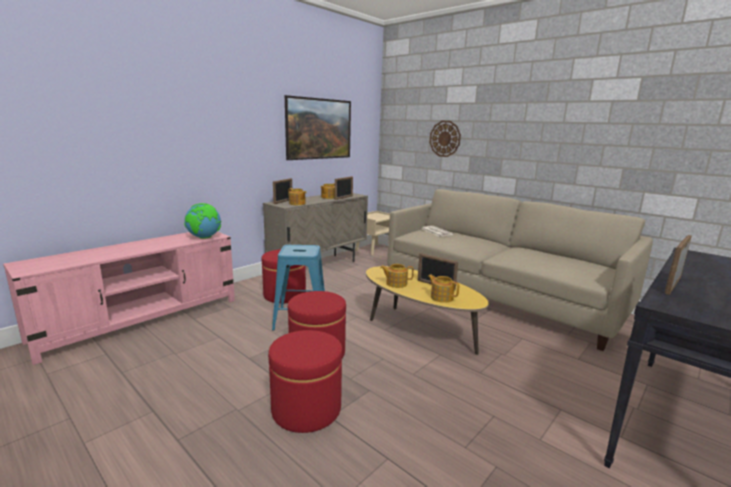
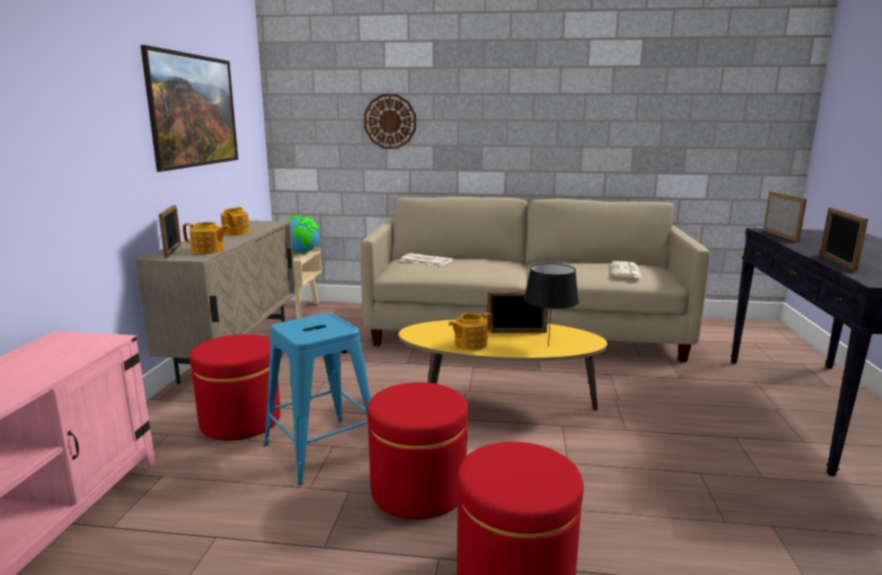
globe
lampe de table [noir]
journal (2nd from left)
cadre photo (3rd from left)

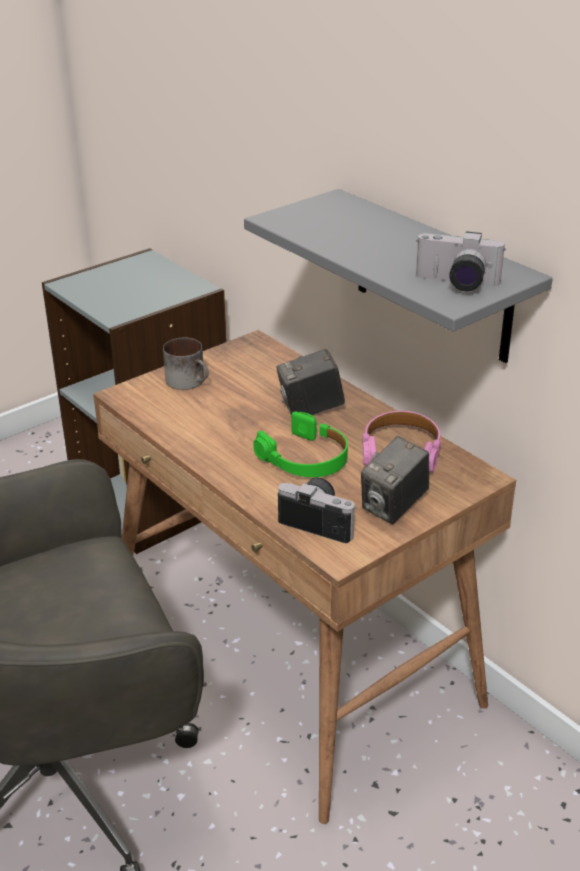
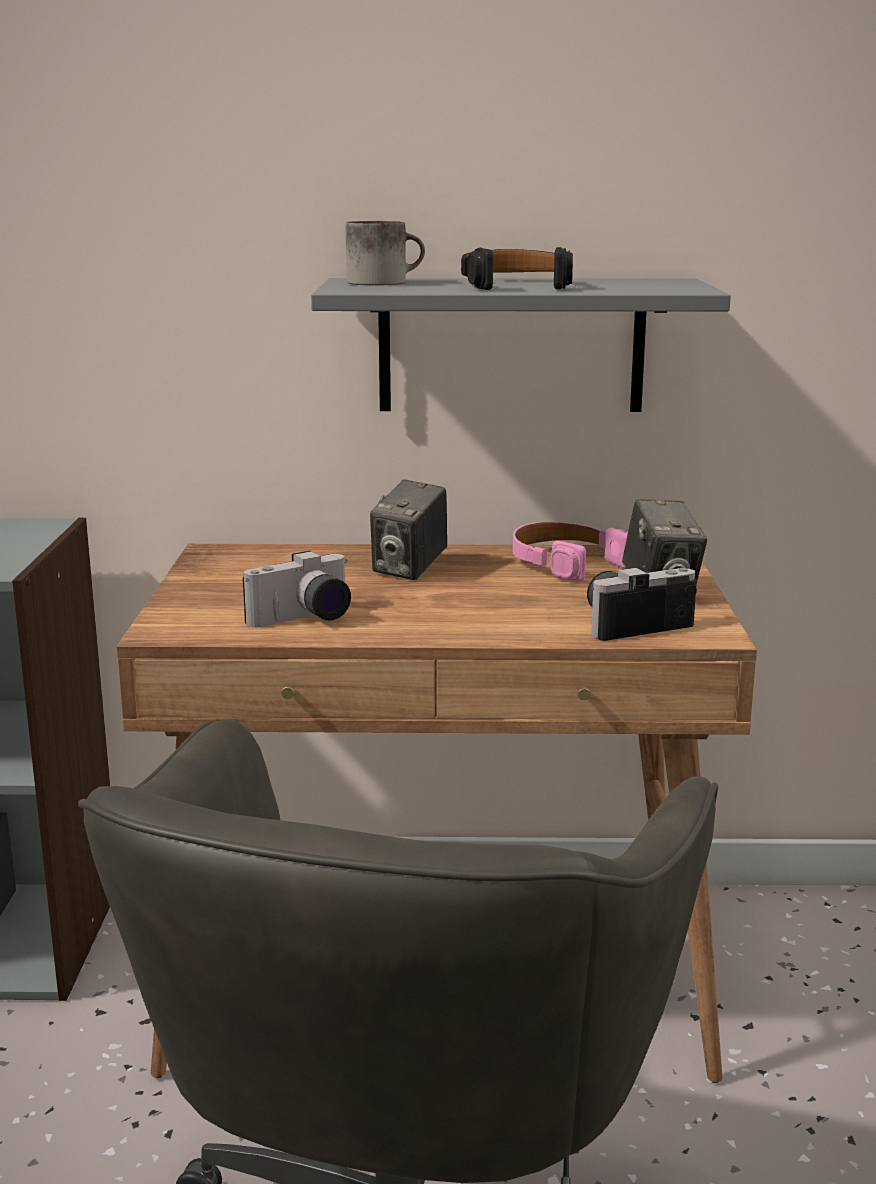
appareil photo (1st from left)
mug
casque audio [noir]
casque audio [vert]

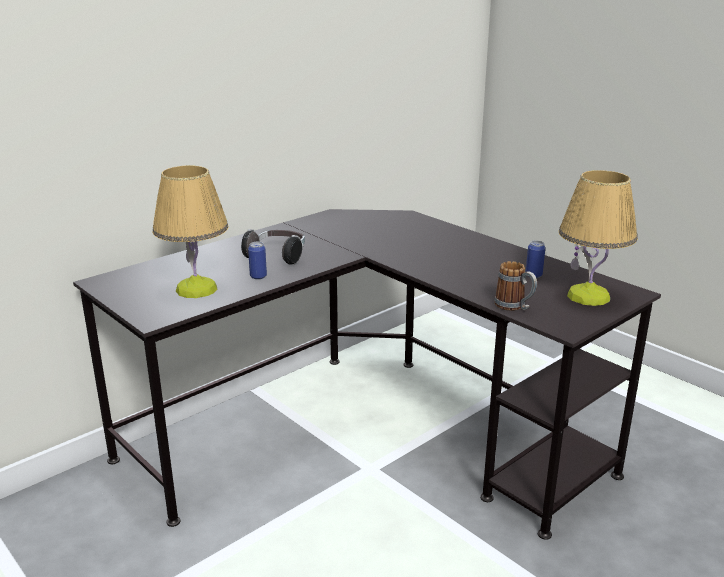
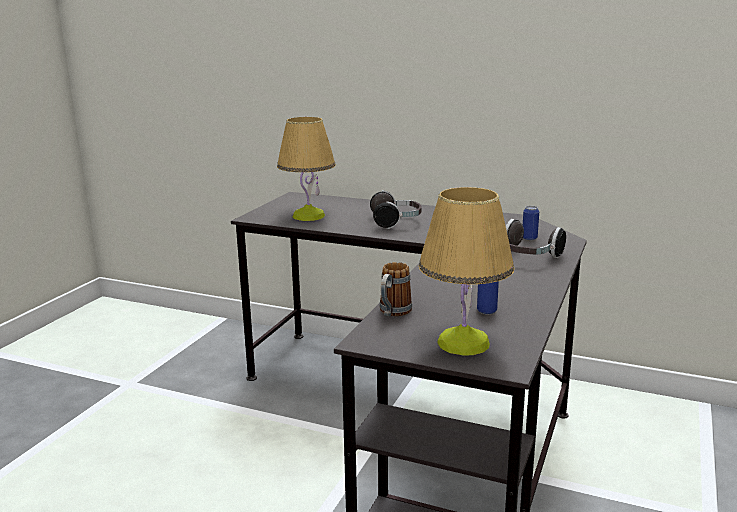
casque audio (2nd from left)
boîte métallique (2nd from left)

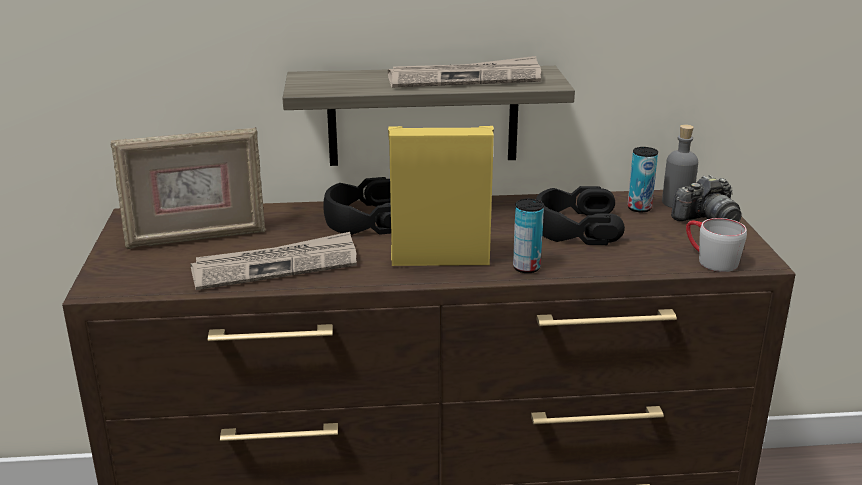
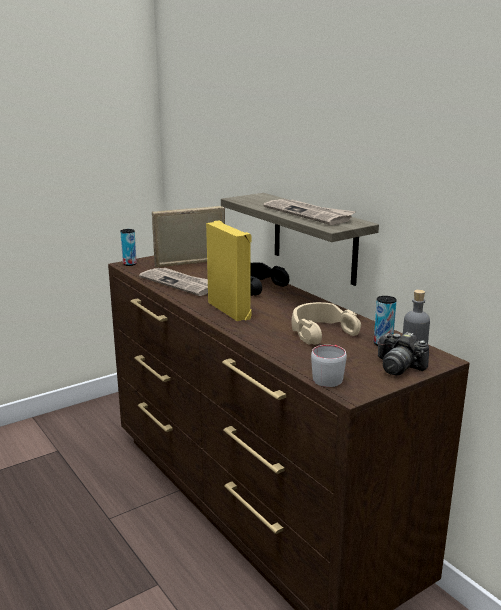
boîte métallique (1st from left)
cadre photo
casque audio [beige]

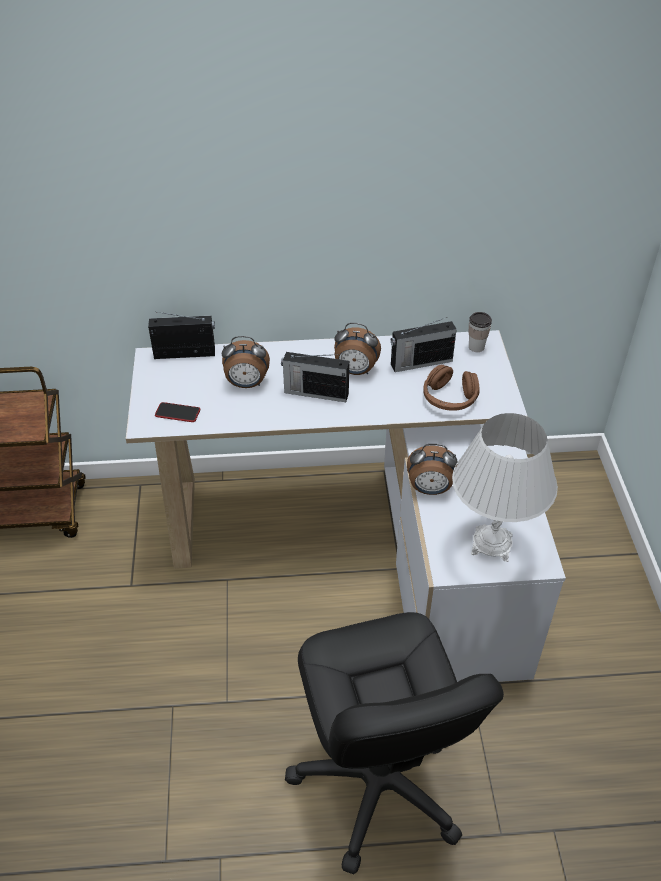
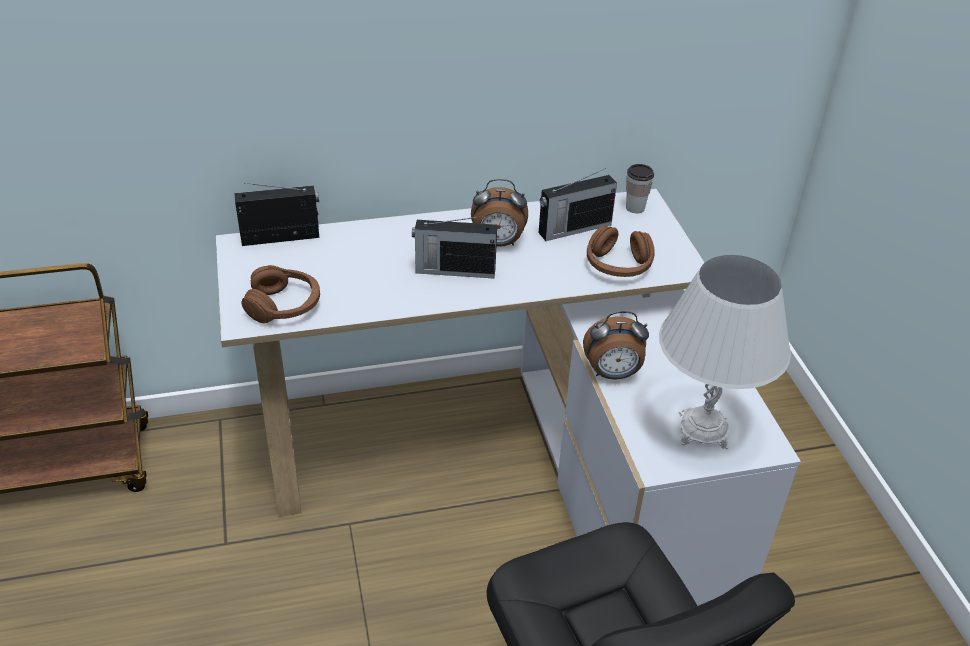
casque audio [marron] (1st from left)
réveil (1st from left in the first image)

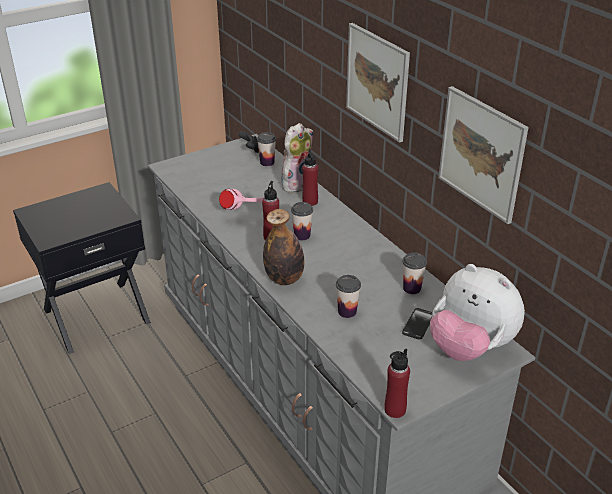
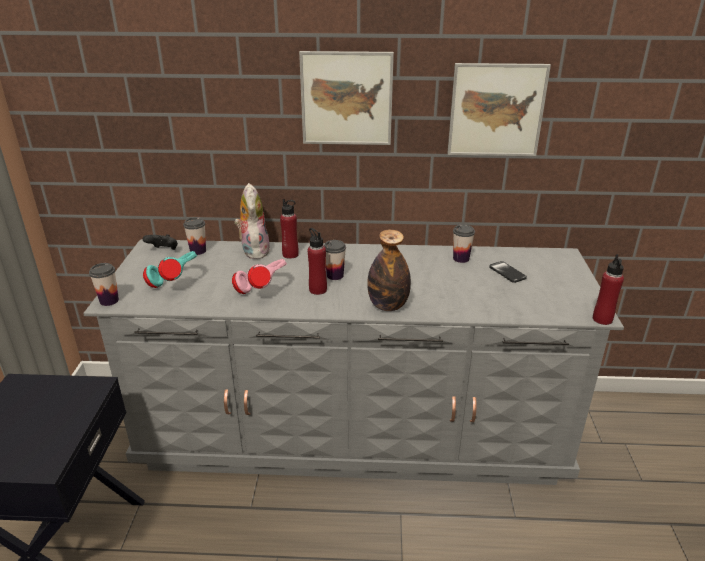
tasse (1st from left)
casque audio [turquoise]
peluche (2nd from left in the first image)

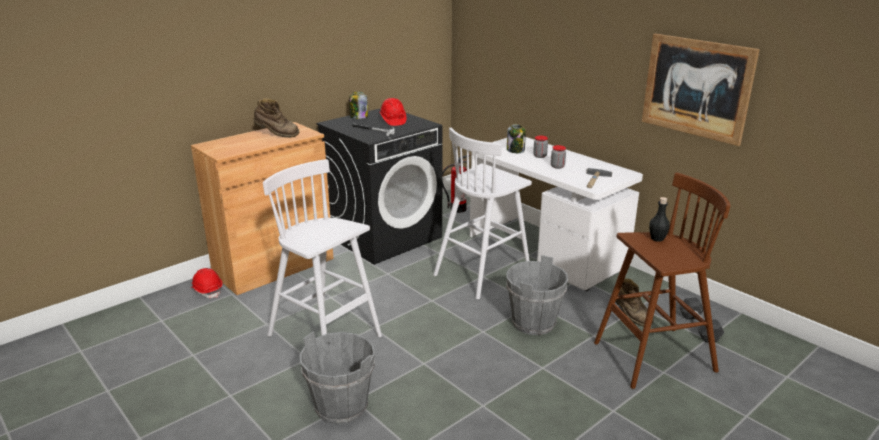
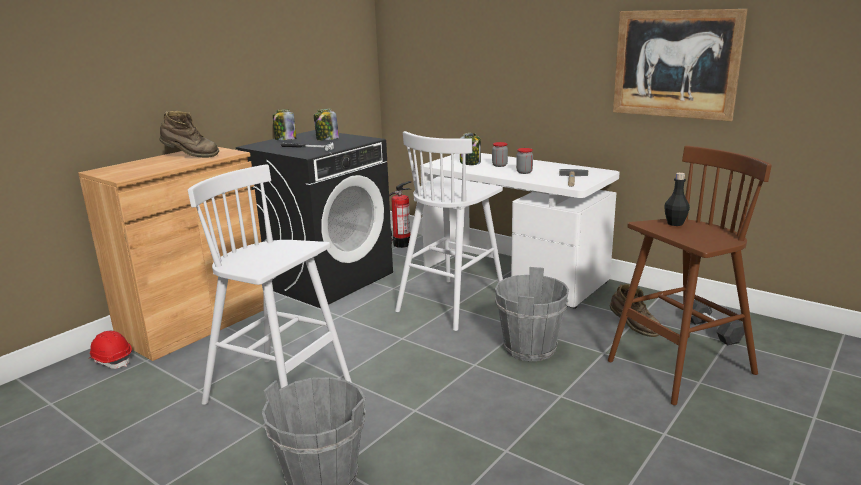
bocal (2nd from left)

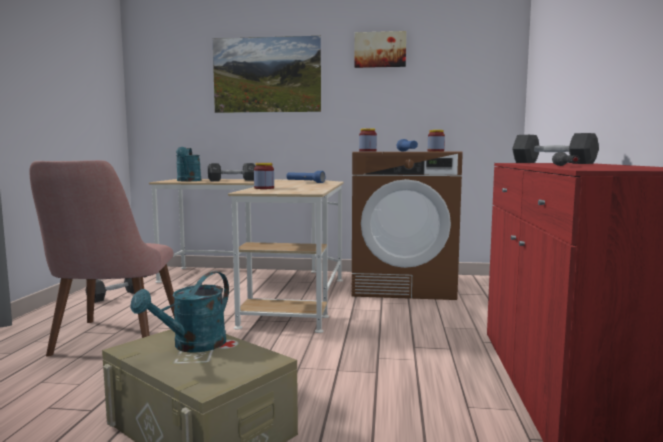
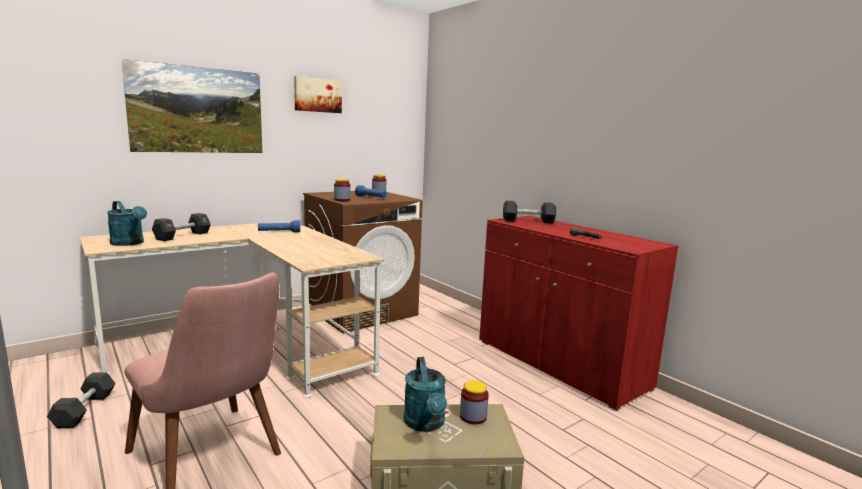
bocal (3rd from left)

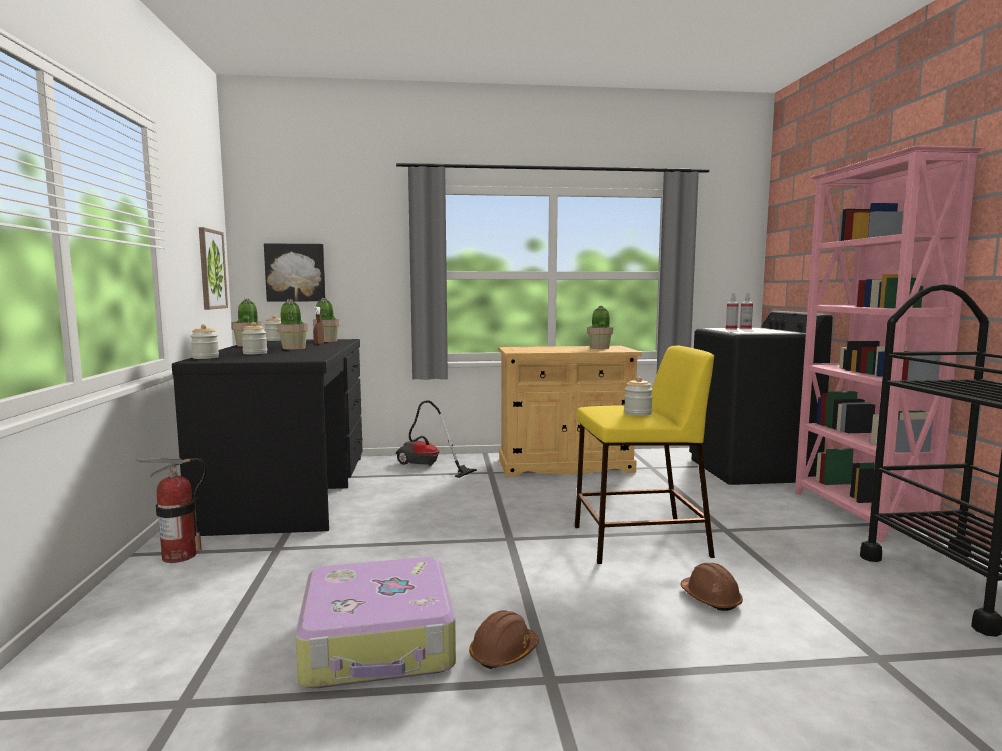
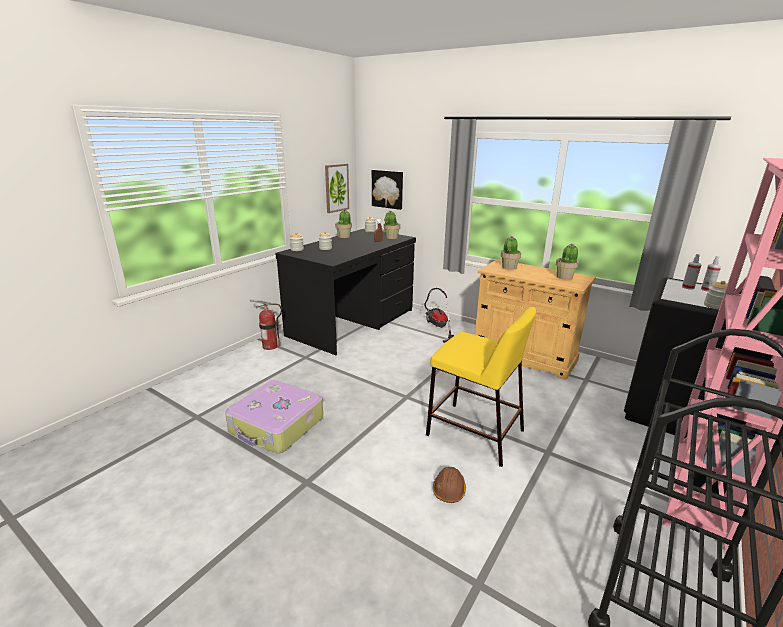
plante en pot (3rd from left)
bocal (4th from left)
casque de chantier [marron] (1st from left in the first image)

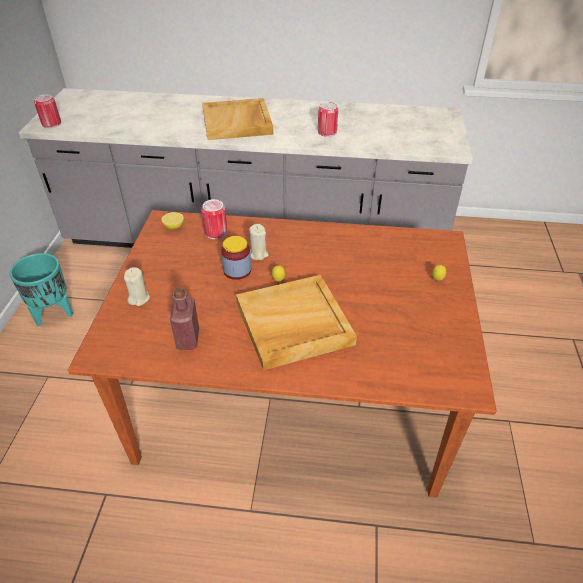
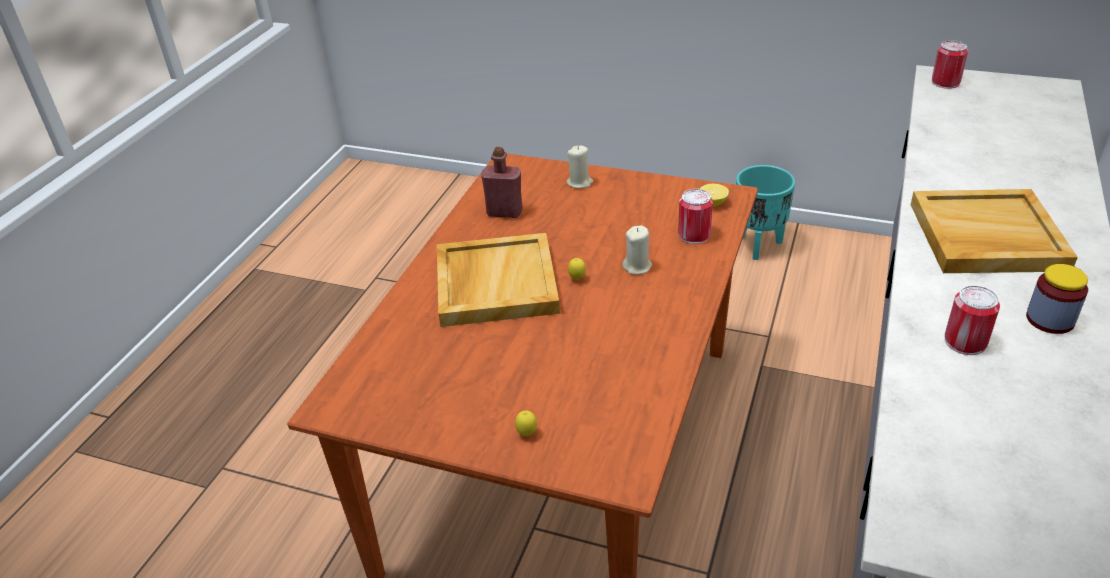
bocal

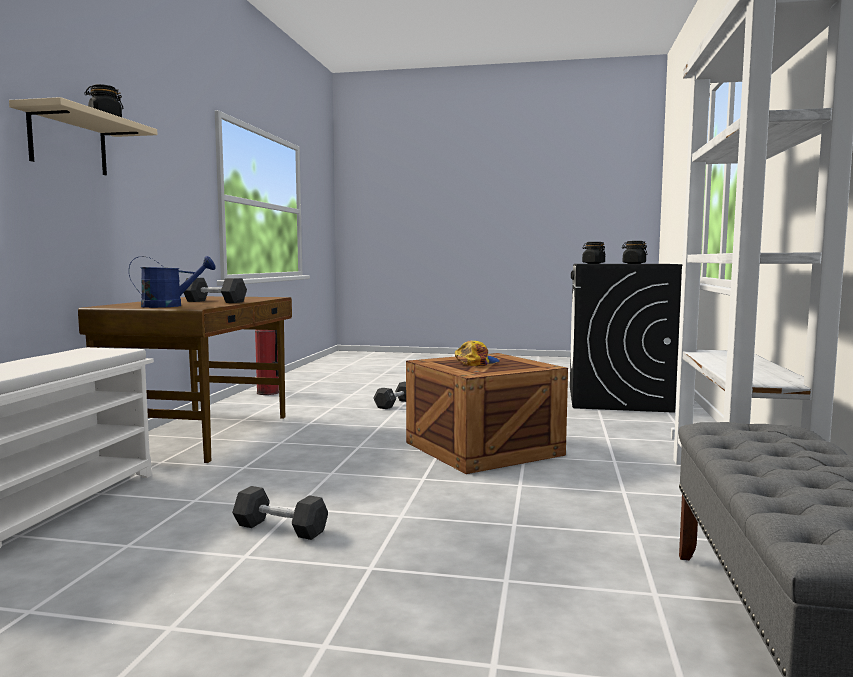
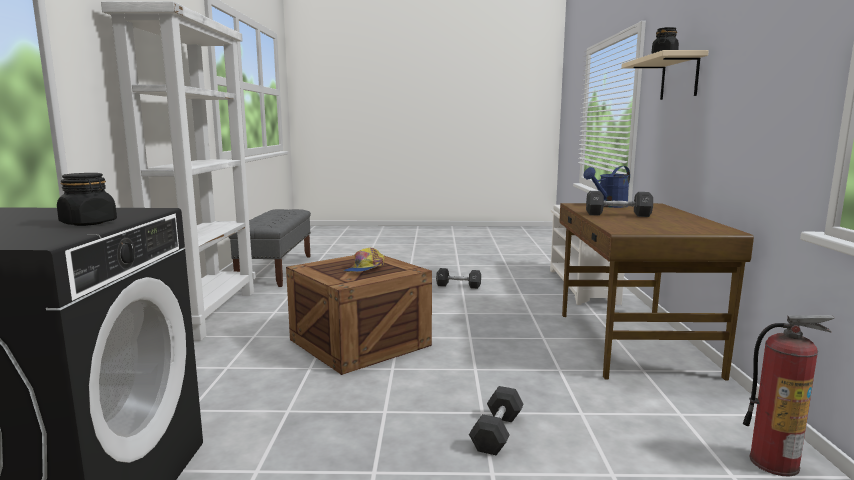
bocal [noir] (3rd from left in the first image)

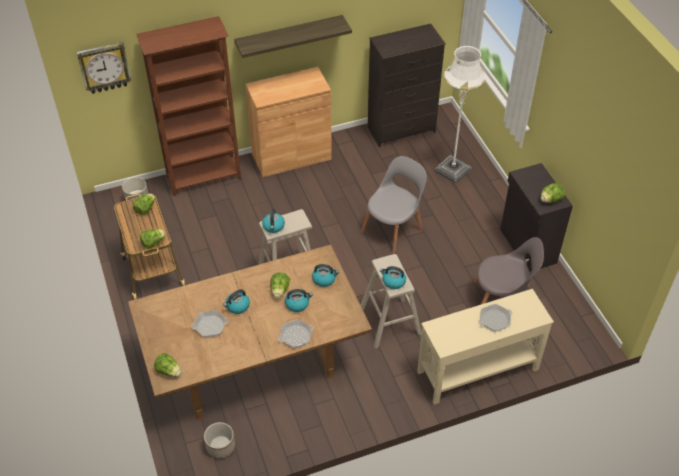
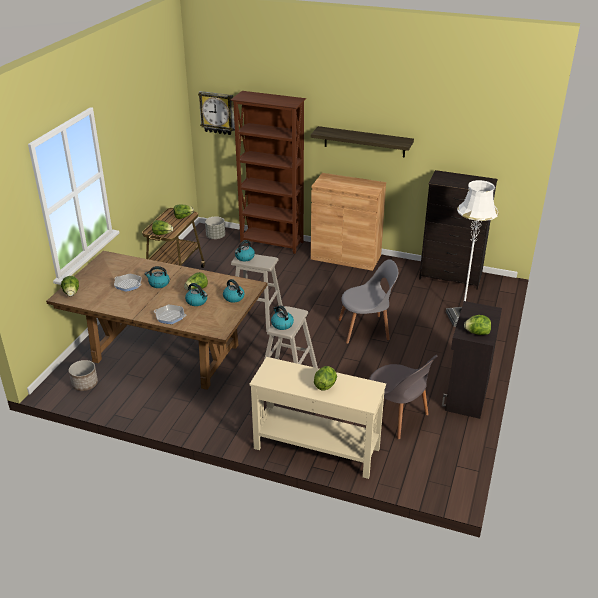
laitue (5th from left)

